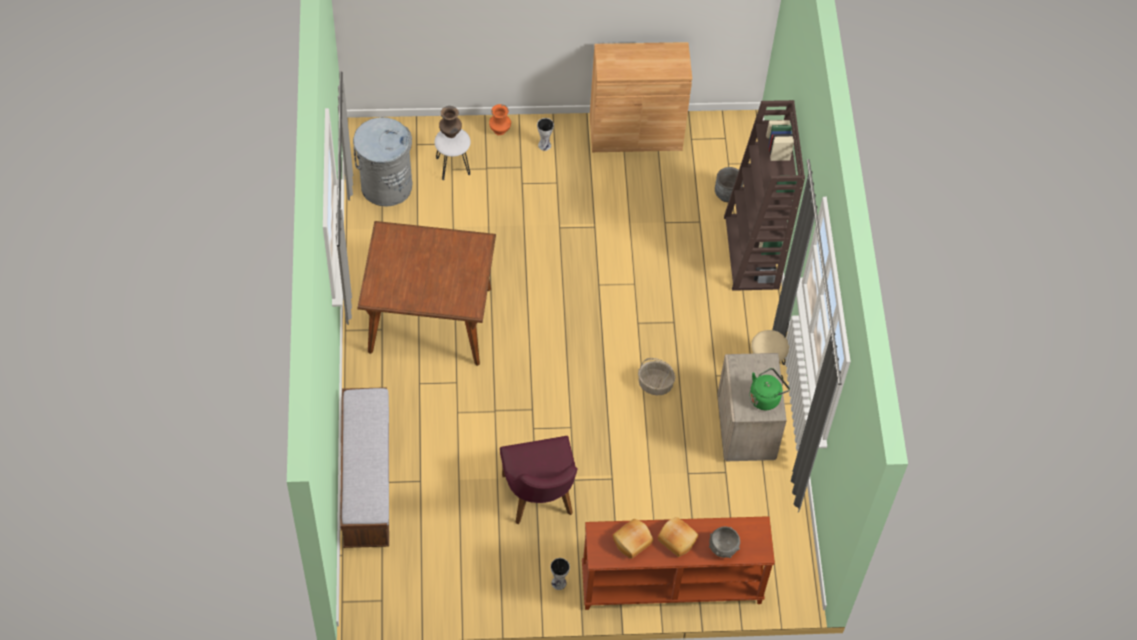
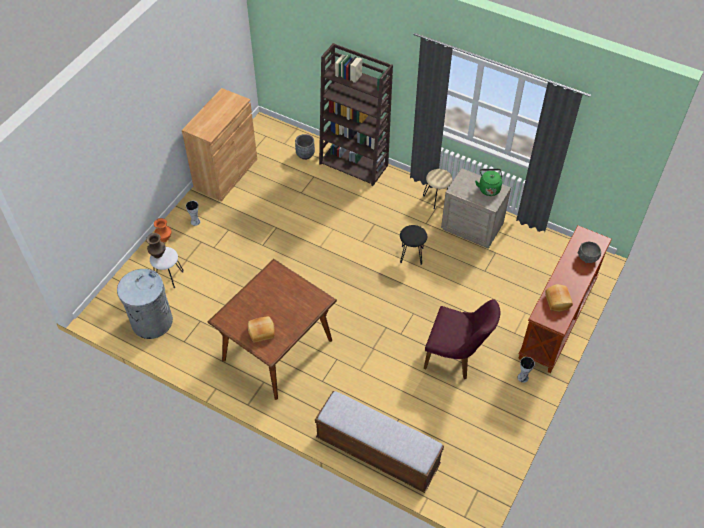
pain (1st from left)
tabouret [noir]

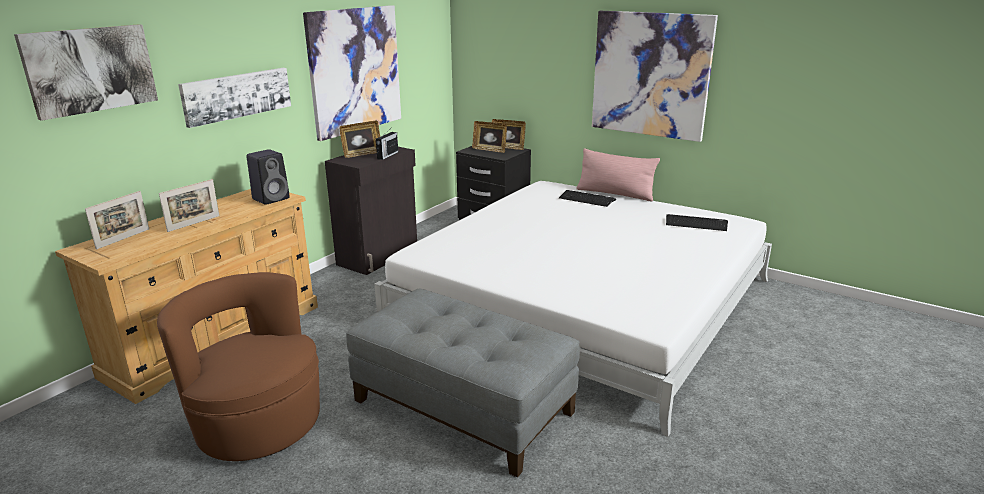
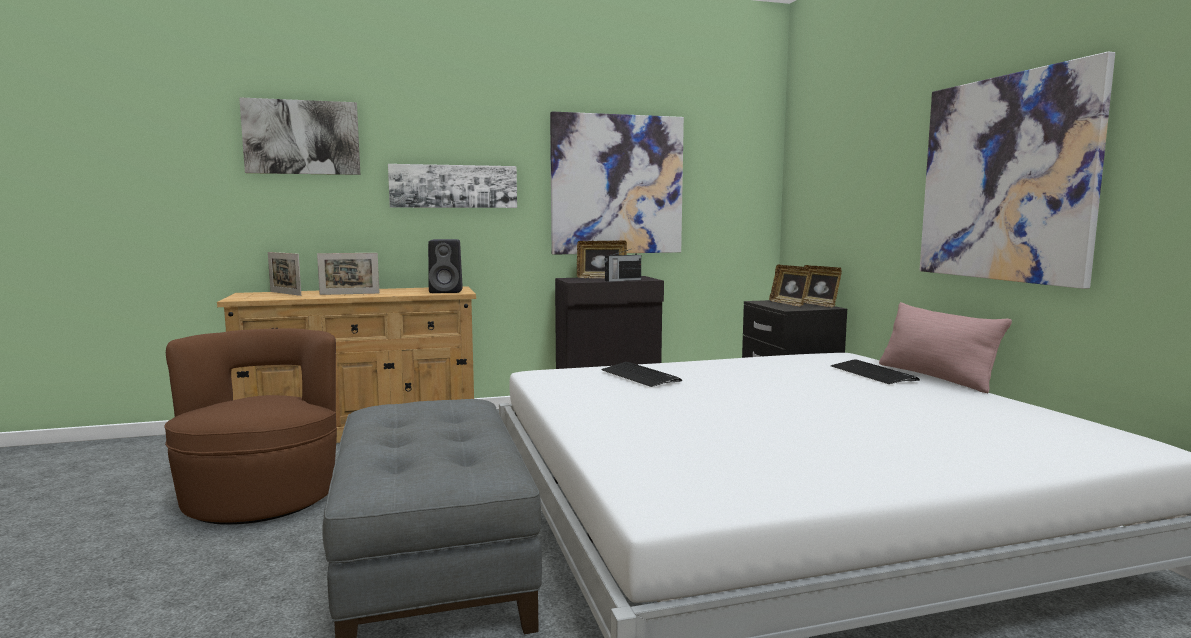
cadre photo (1st from left)
clavier (1st from left)

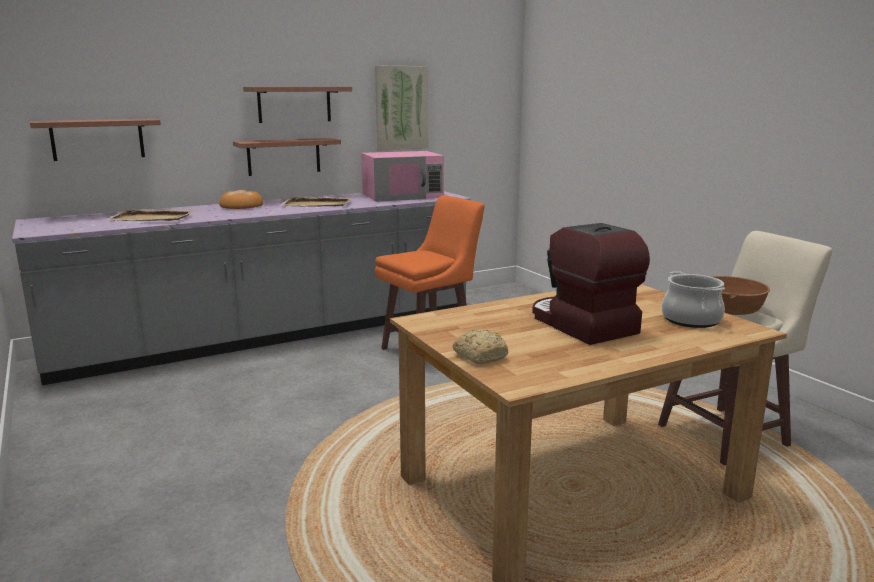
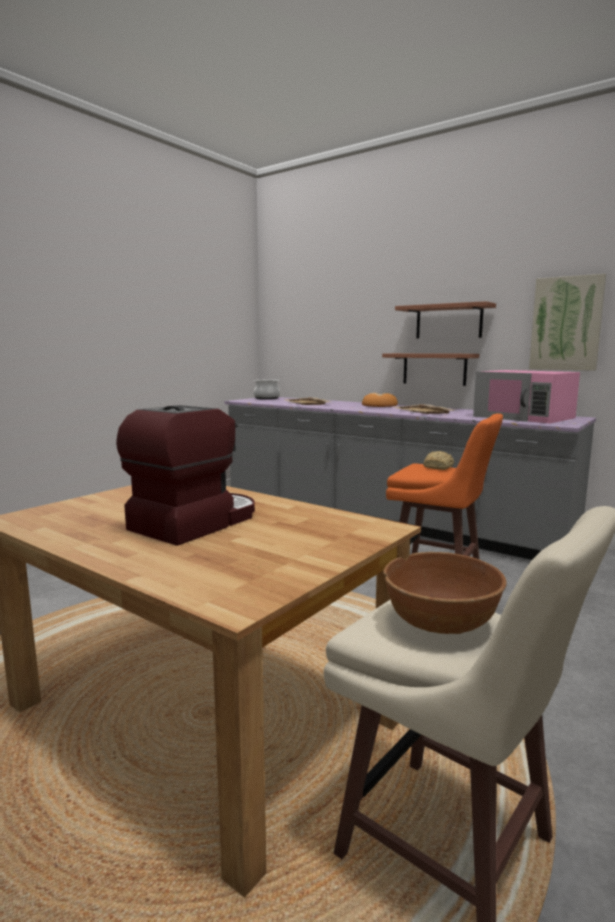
marmite
pain (2nd from left)
étagère (1st from left in the first image)

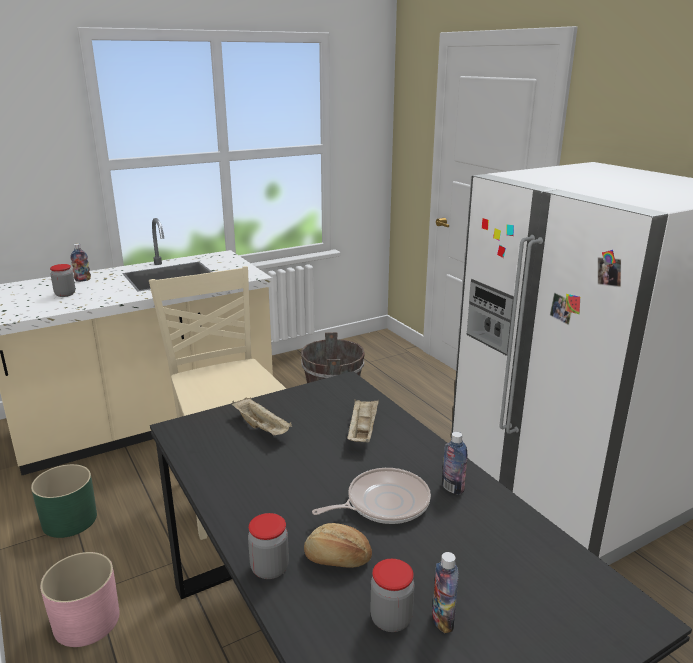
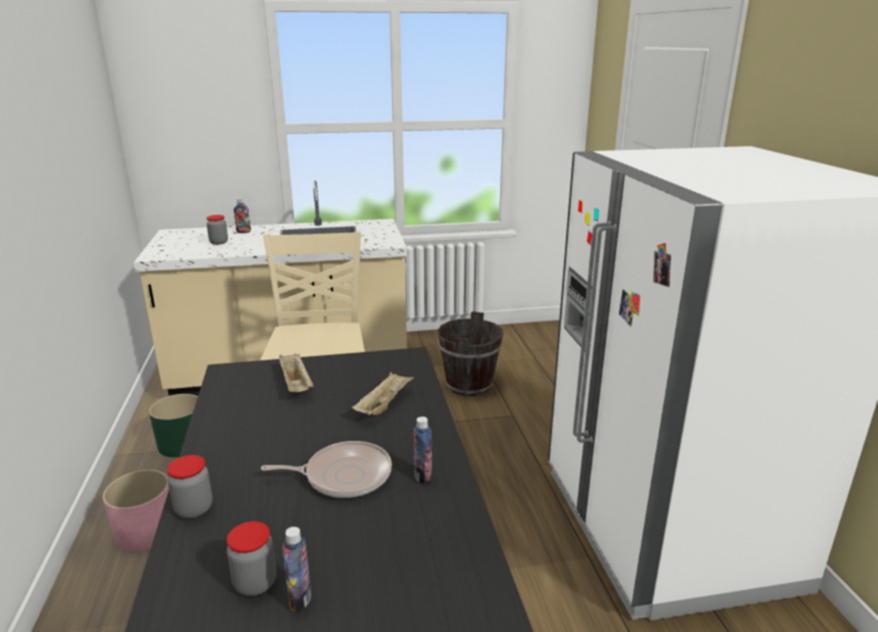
pain

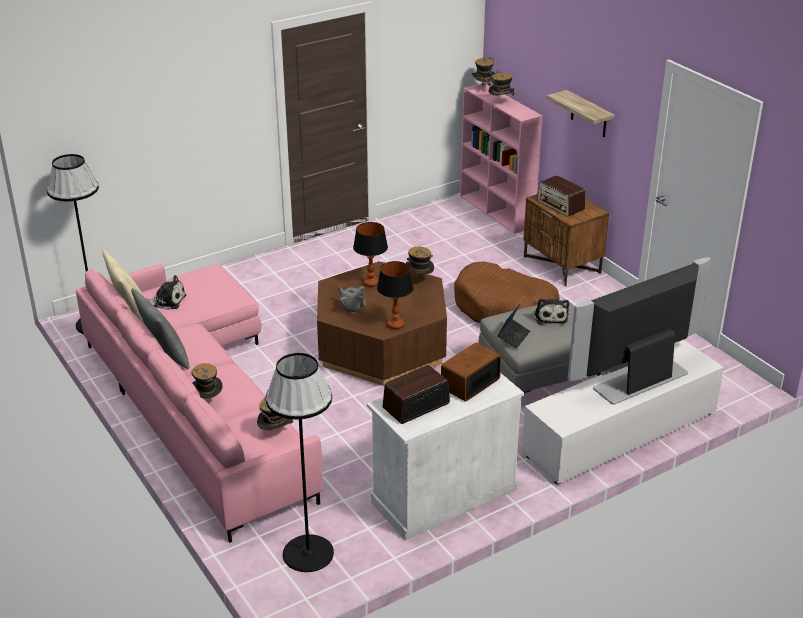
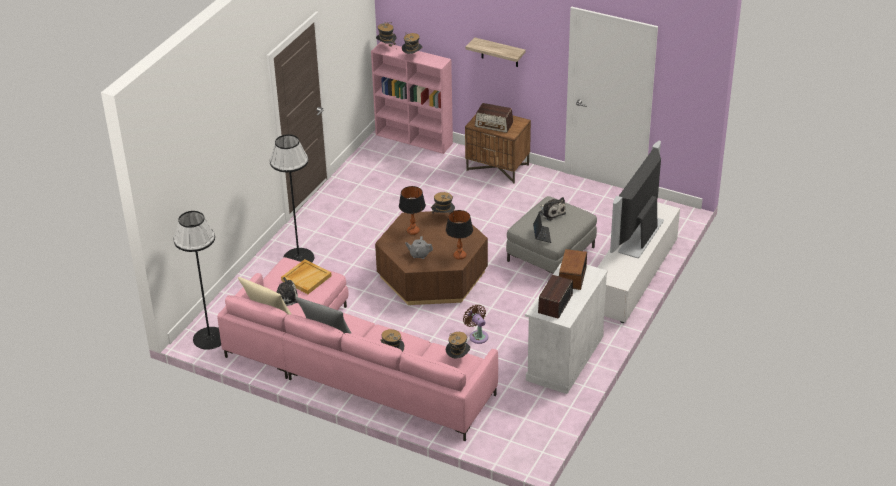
lampadaire [noir] (2nd from left)
plateau [beige]
ventilateur [marron]
panier pour chien [marron]

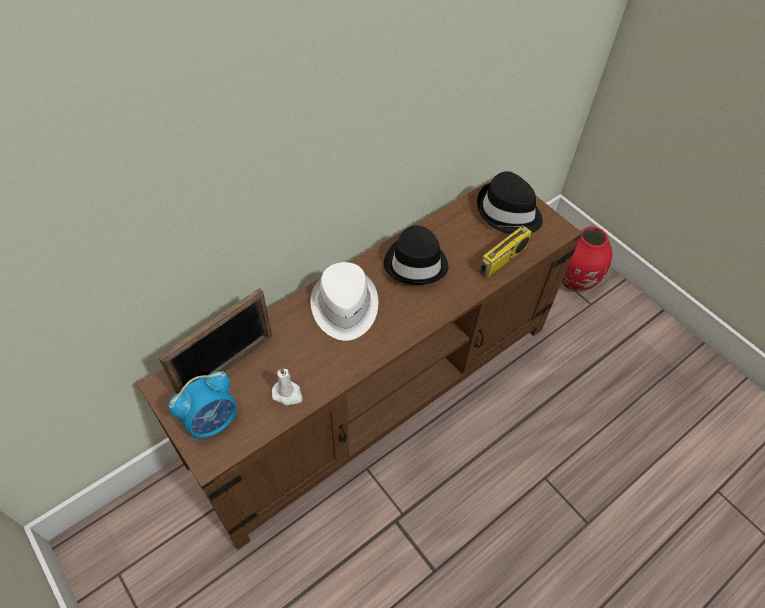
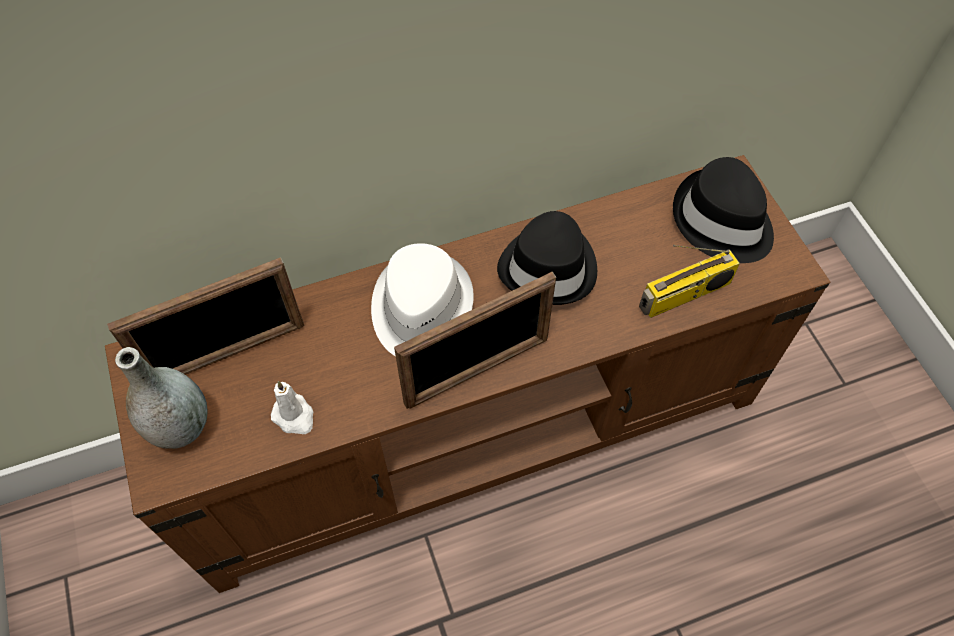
vase [gris]
cadre photo (2nd from left)
vase [rouge]

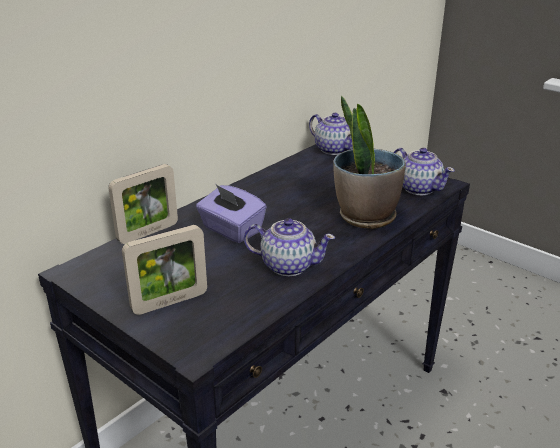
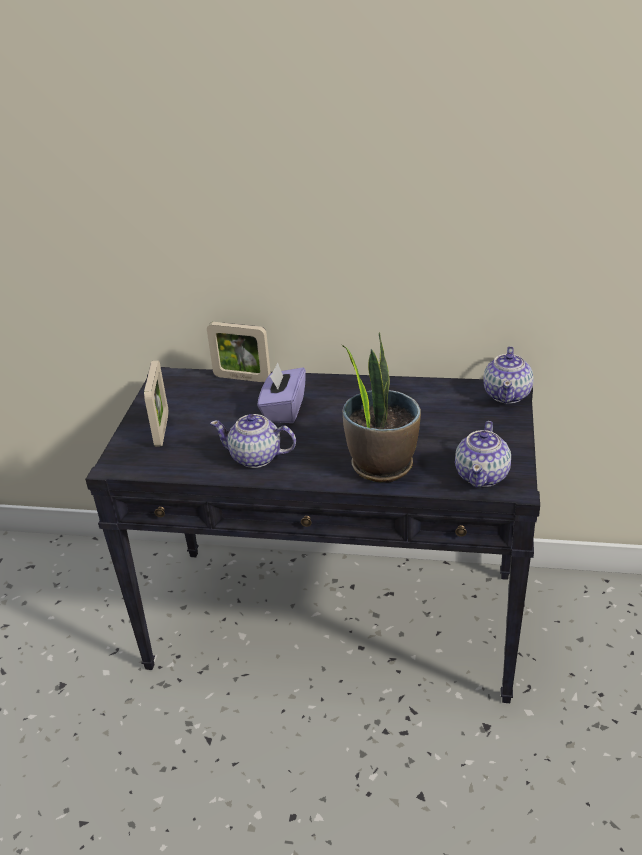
cadre photo (1st from left)
théière (1st from left)

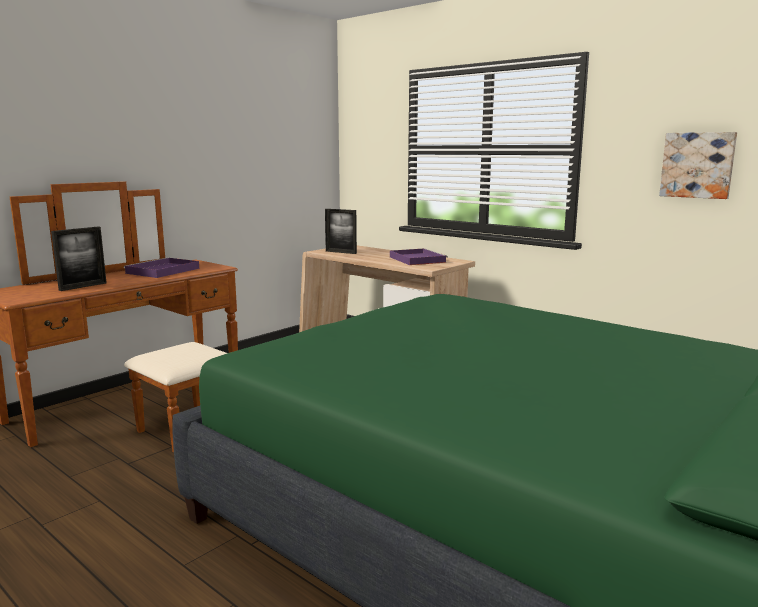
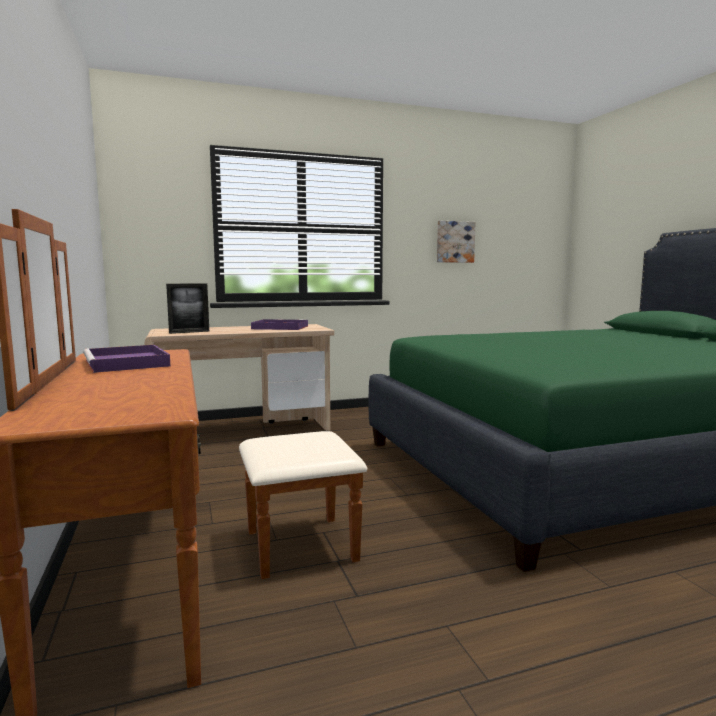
cadre photo (1st from left in the first image)

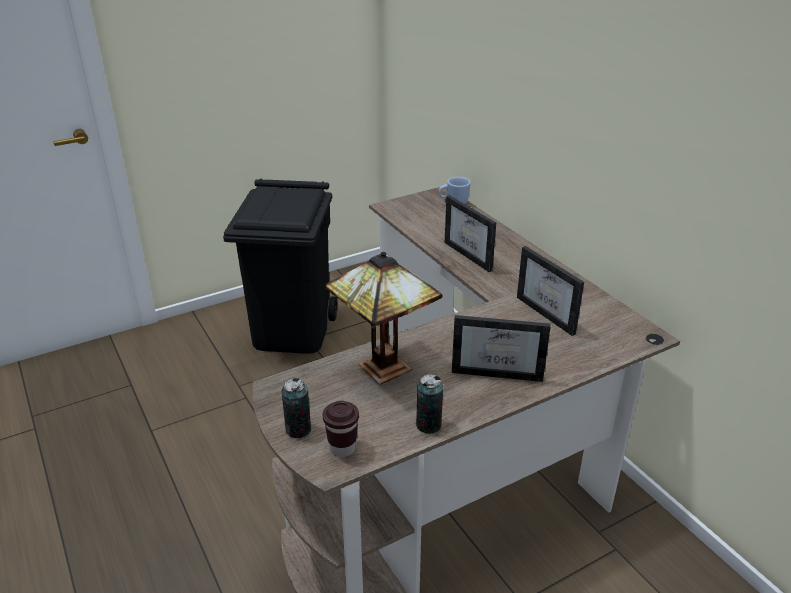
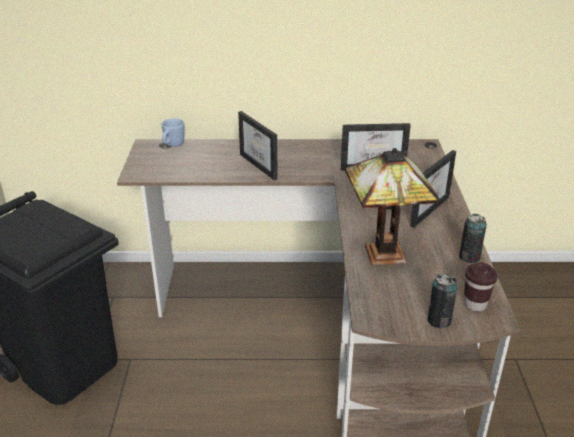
cadre photo (1st from left)

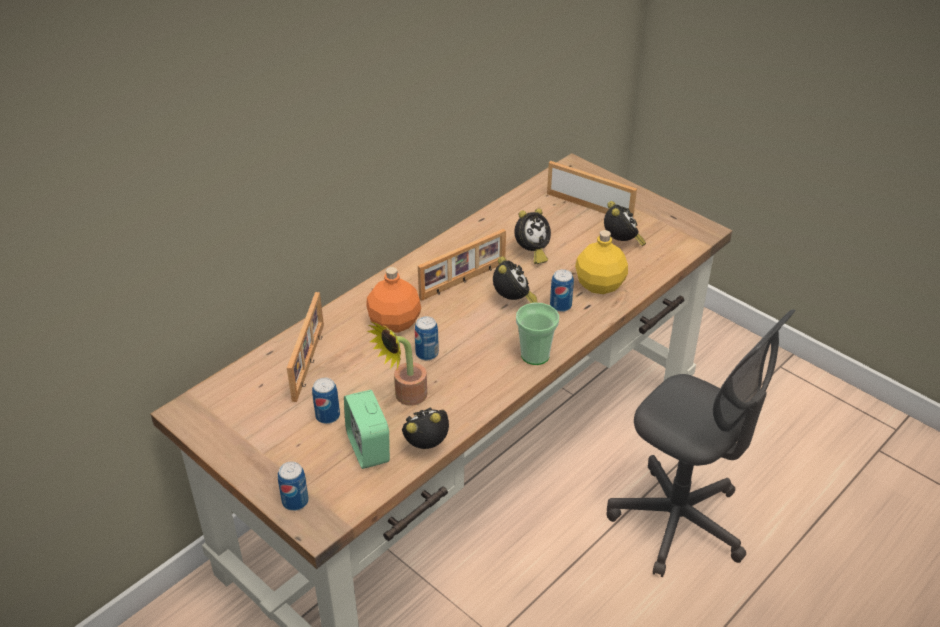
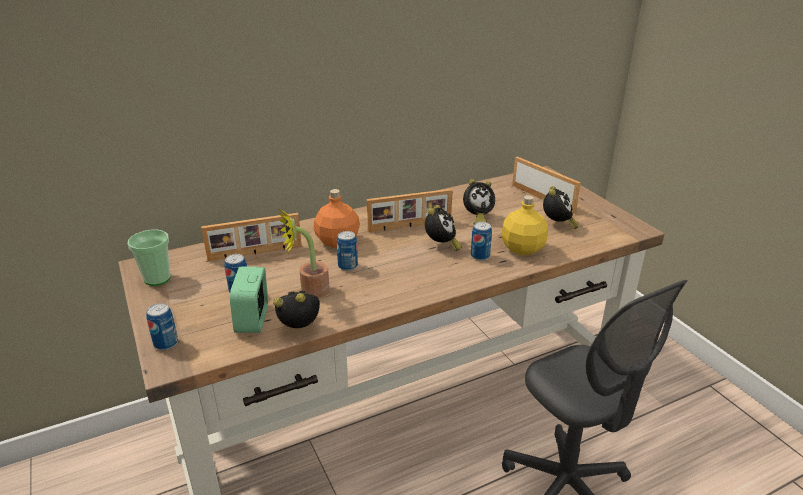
tasse
cadre photo (1st from left)

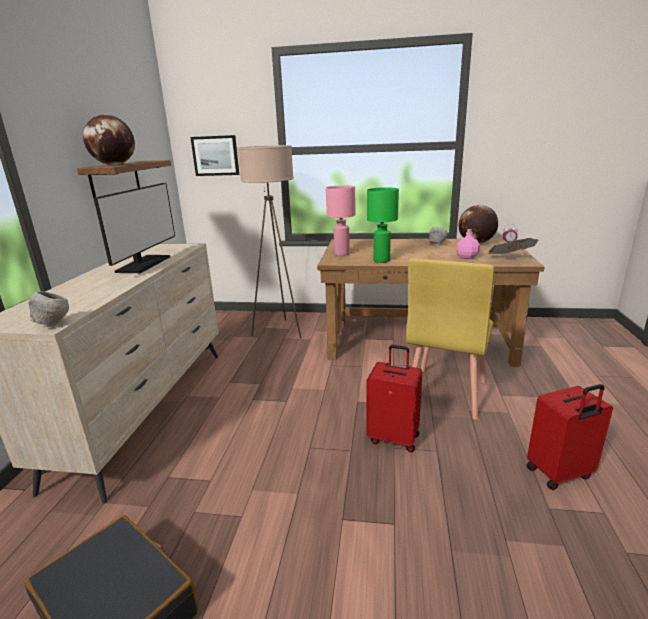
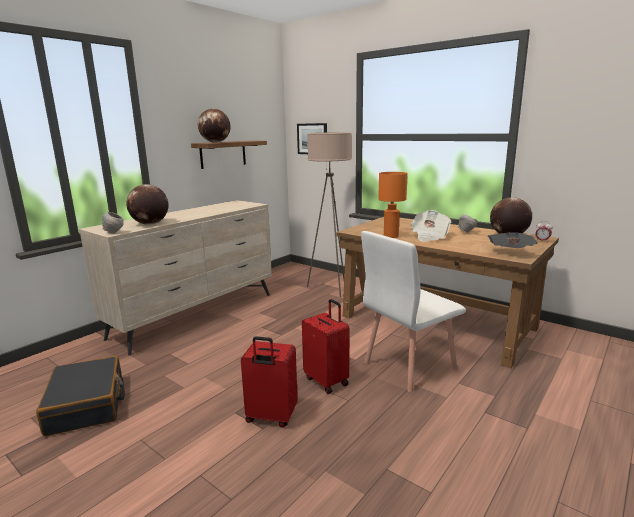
globe (1st from left)
valise [rouge] (1st from left)
chaise [blanc]
lampe de table [orange]
journal (1st from left)
écran d'ordinateur
lampe de table [rose]
bouteille [rose]

